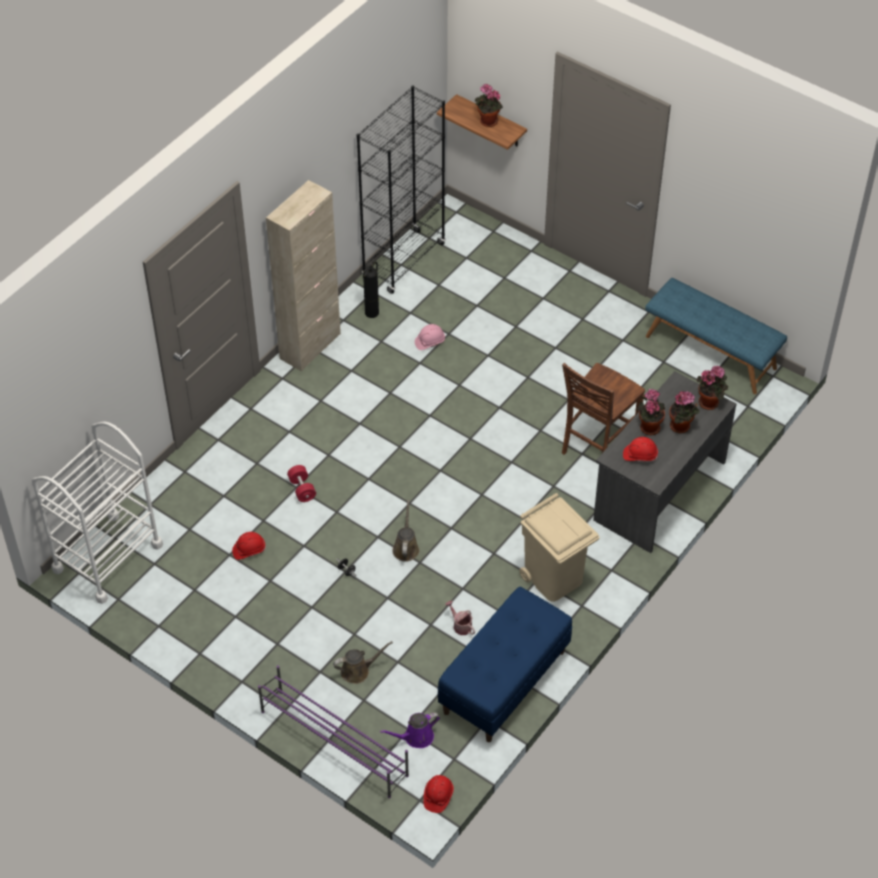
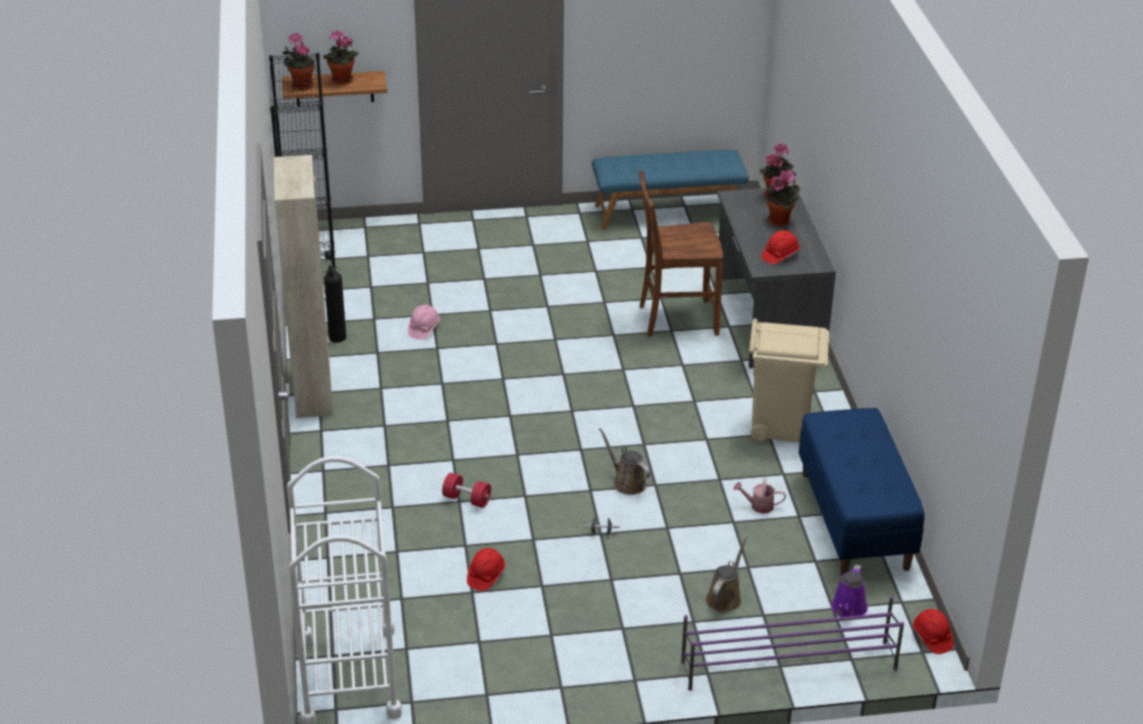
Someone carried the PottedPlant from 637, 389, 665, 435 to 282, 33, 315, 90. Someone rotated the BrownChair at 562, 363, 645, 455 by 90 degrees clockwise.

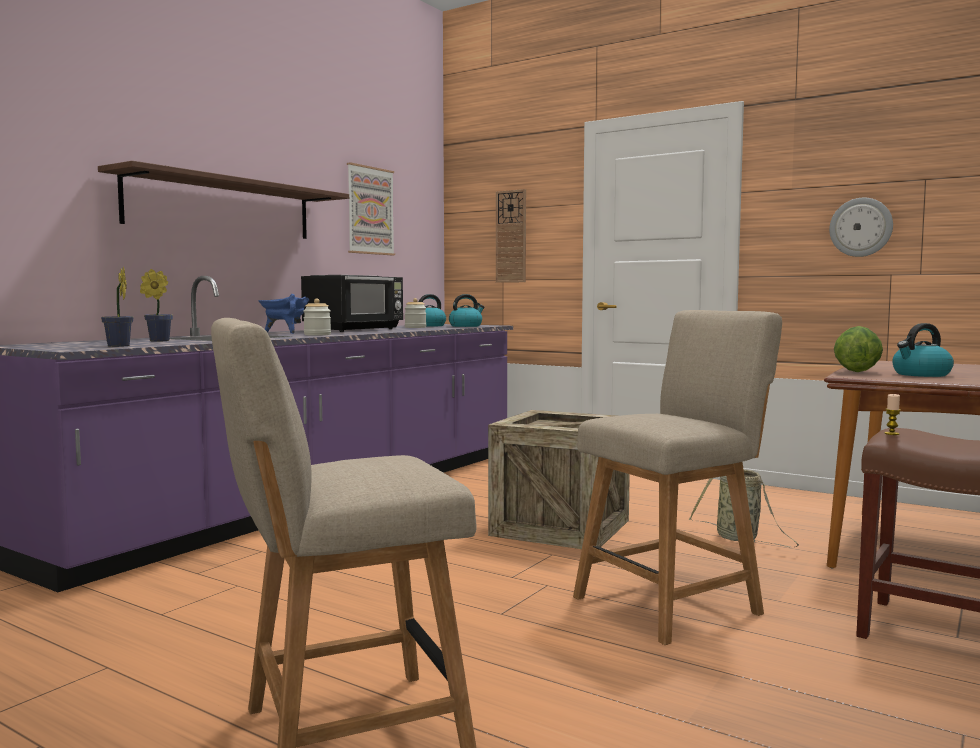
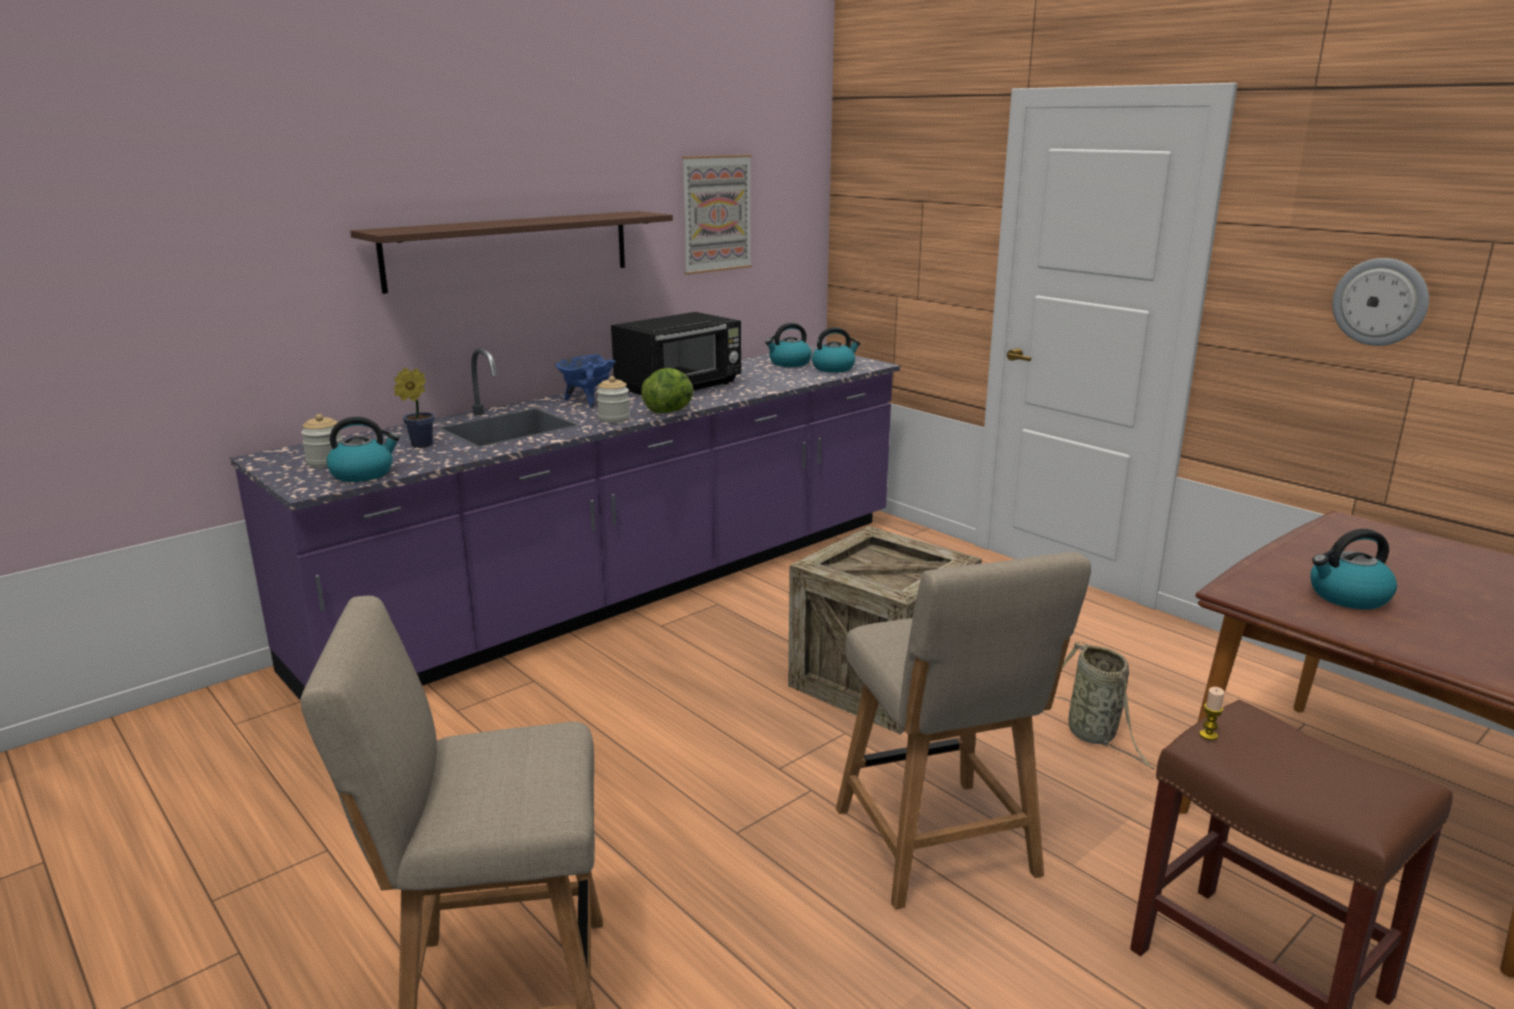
Someone took away the WallClock at 496, 189, 526, 283. Someone carried the Jar from 405, 298, 426, 328 to 301, 414, 343, 468. Someone carried the Lettuce from 834, 326, 883, 372 to 641, 368, 693, 413. Someone swapped the PottedPlant at 101, 266, 133, 347 for the Kettle at 326, 417, 400, 482. Someone rotated the BeigeChair at 573, 310, 782, 645 by 90 degrees clockwise.

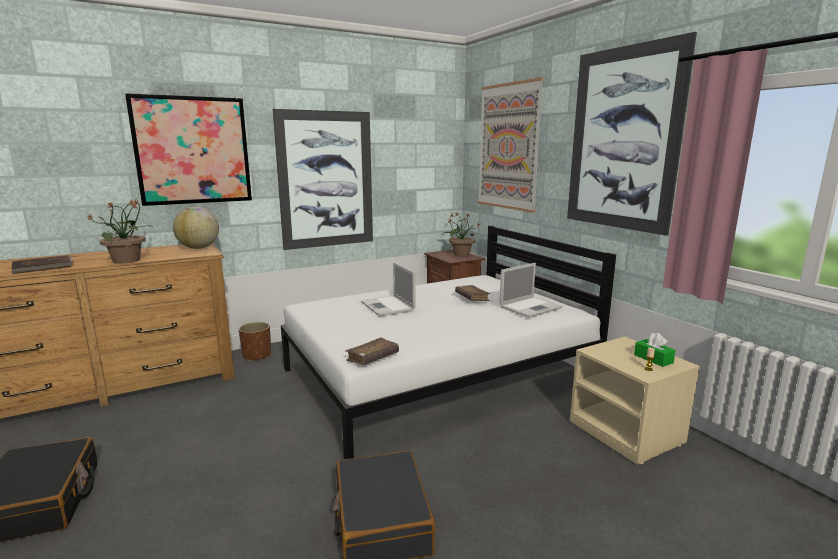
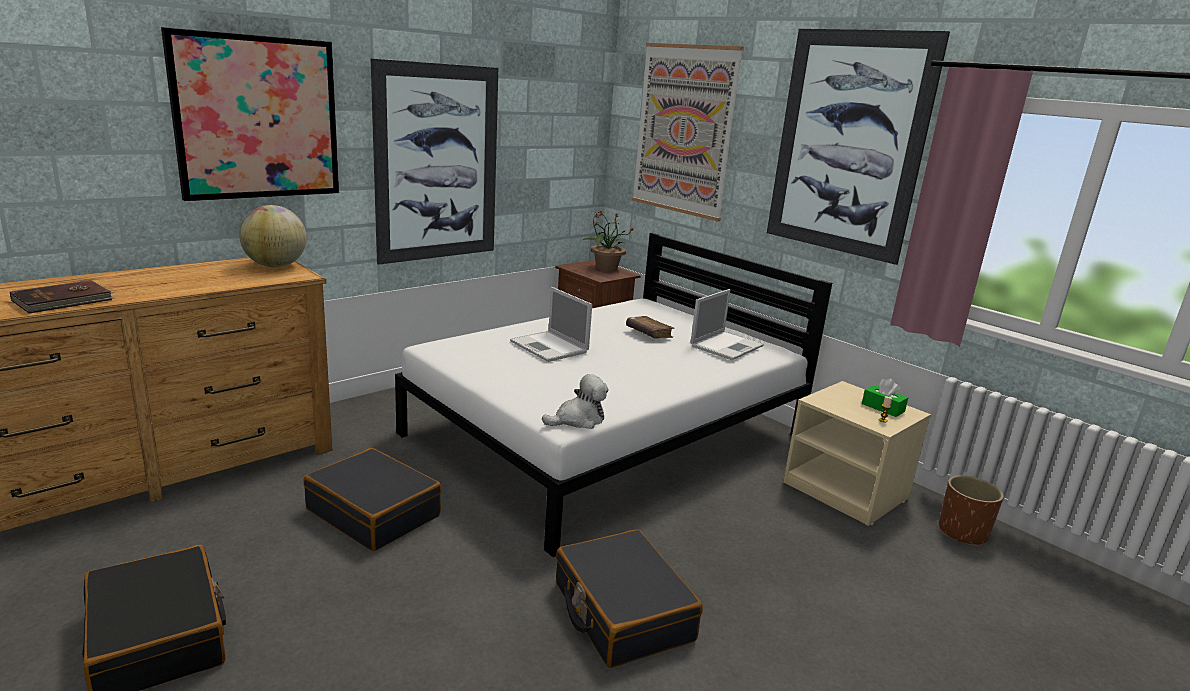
Someone took away the PottedPlant at 87, 200, 154, 264. Someone put down the BlackSuitcase at 303, 448, 442, 551. Someone carried the BrownPlanter from 239, 322, 271, 361 to 939, 475, 1004, 546. Someone swapped the BrownBook at 345, 338, 399, 365 for the PlushToy at 542, 374, 609, 429.

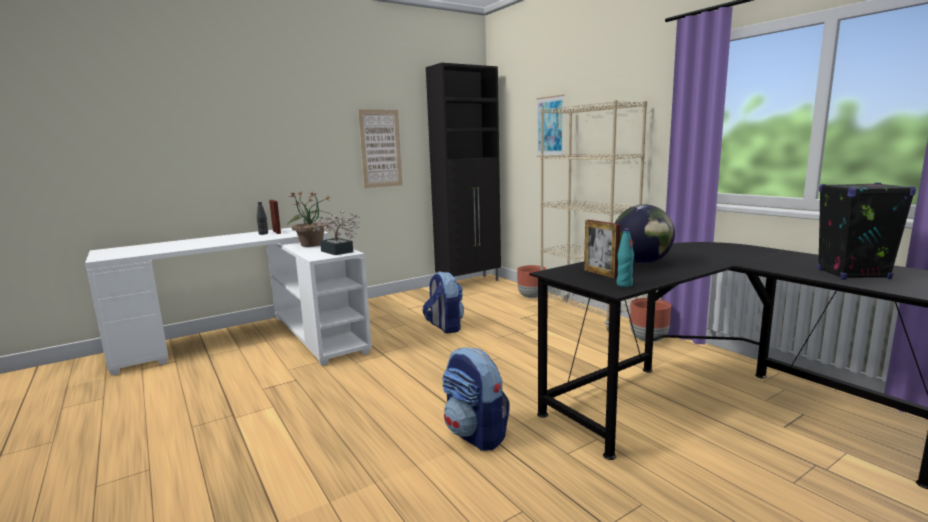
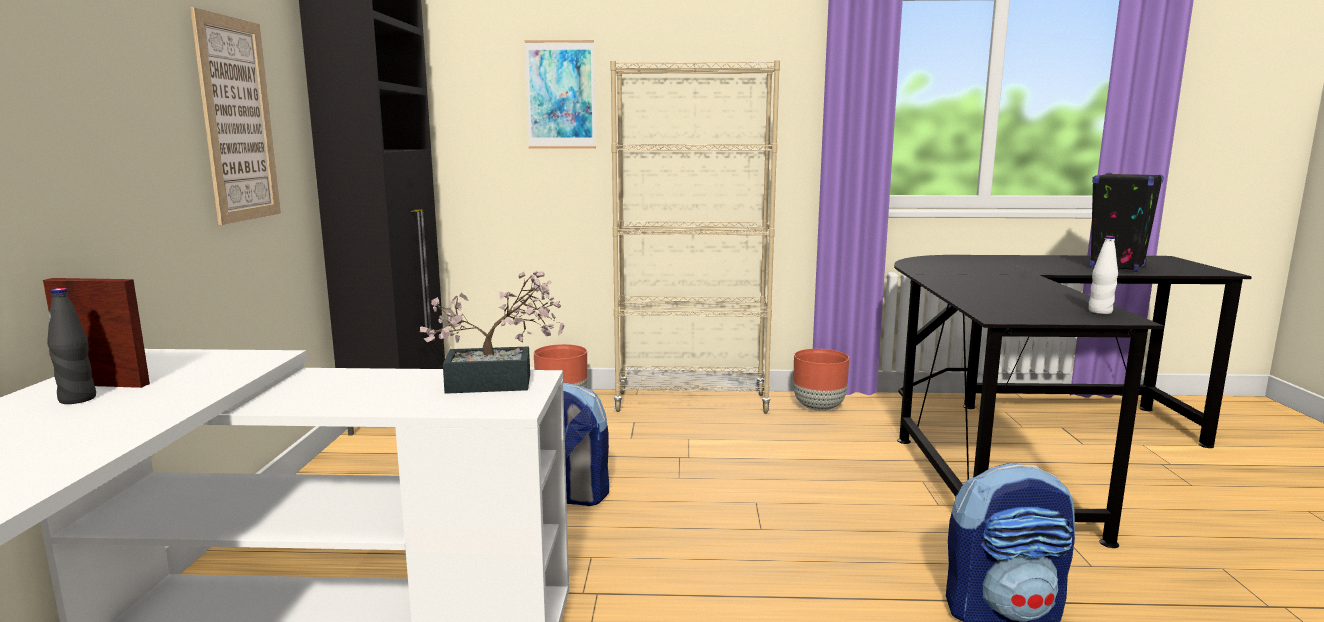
Someone took away the PottedPlant at 287, 192, 331, 247. Someone took away the PictureFrame at 584, 220, 621, 279. Someone took away the Globe at 615, 204, 675, 264. Someone repainted the TurquoiseBottle at 617, 229, 634, 287, which became the WhiteBottle at 1089, 236, 1118, 314.

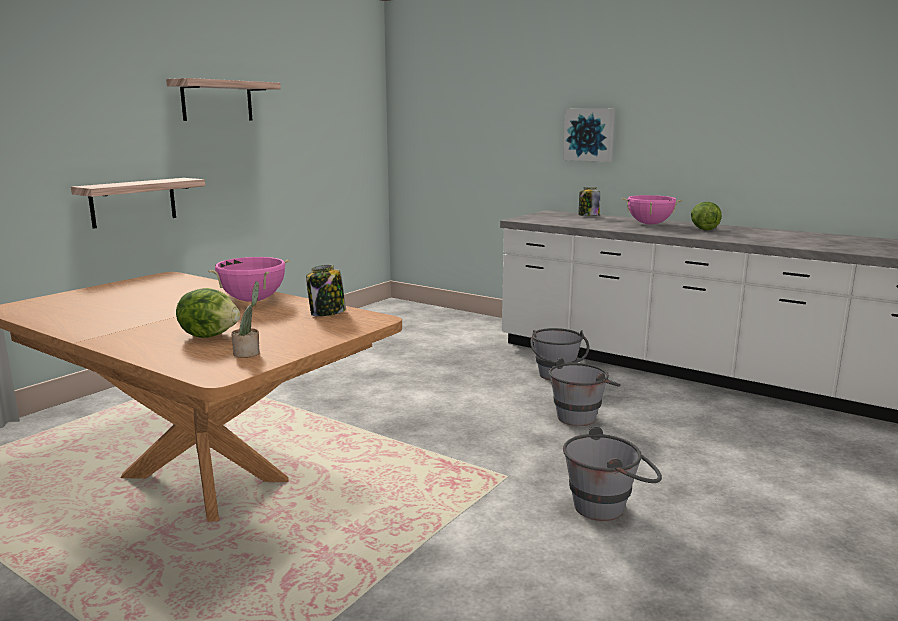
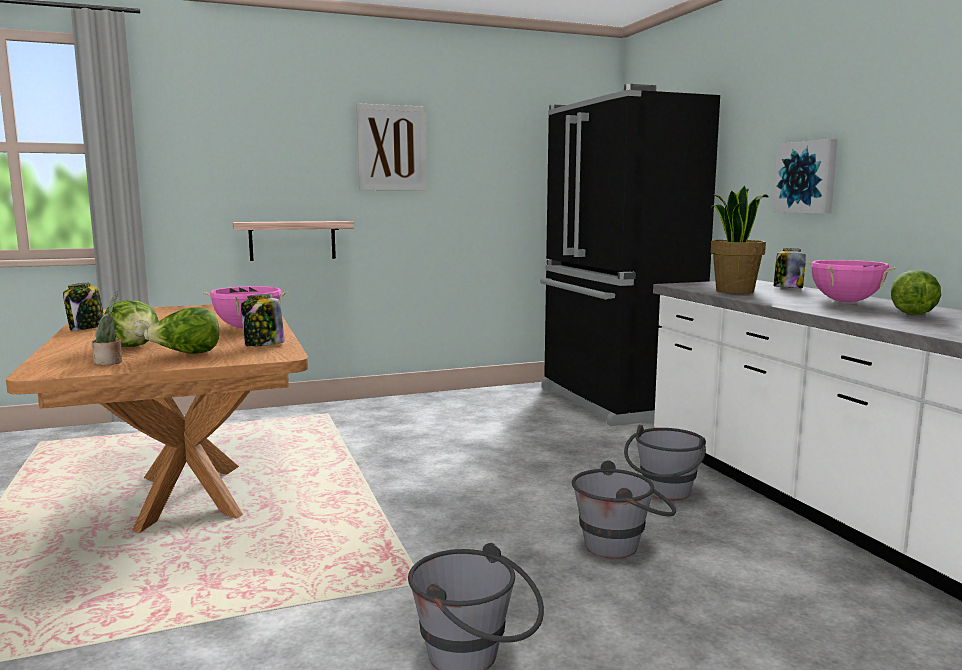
Someone put down the Jar at 63, 282, 104, 331. Someone put down the Lettuce at 144, 307, 220, 354. Someone put down the BlackFridge at 540, 84, 720, 426. Someone put down the PottedPlant at 710, 186, 769, 294. Someone swapped the Shelf at 166, 78, 281, 121 for the Picture at 356, 103, 426, 191.

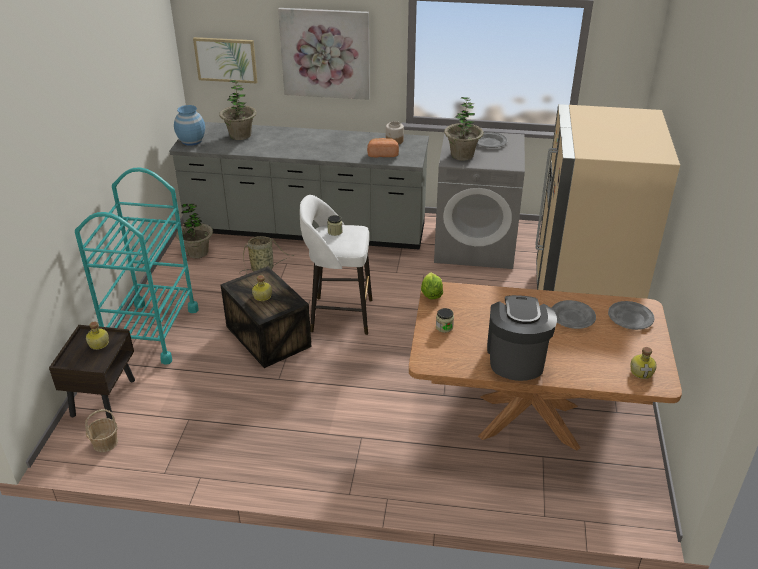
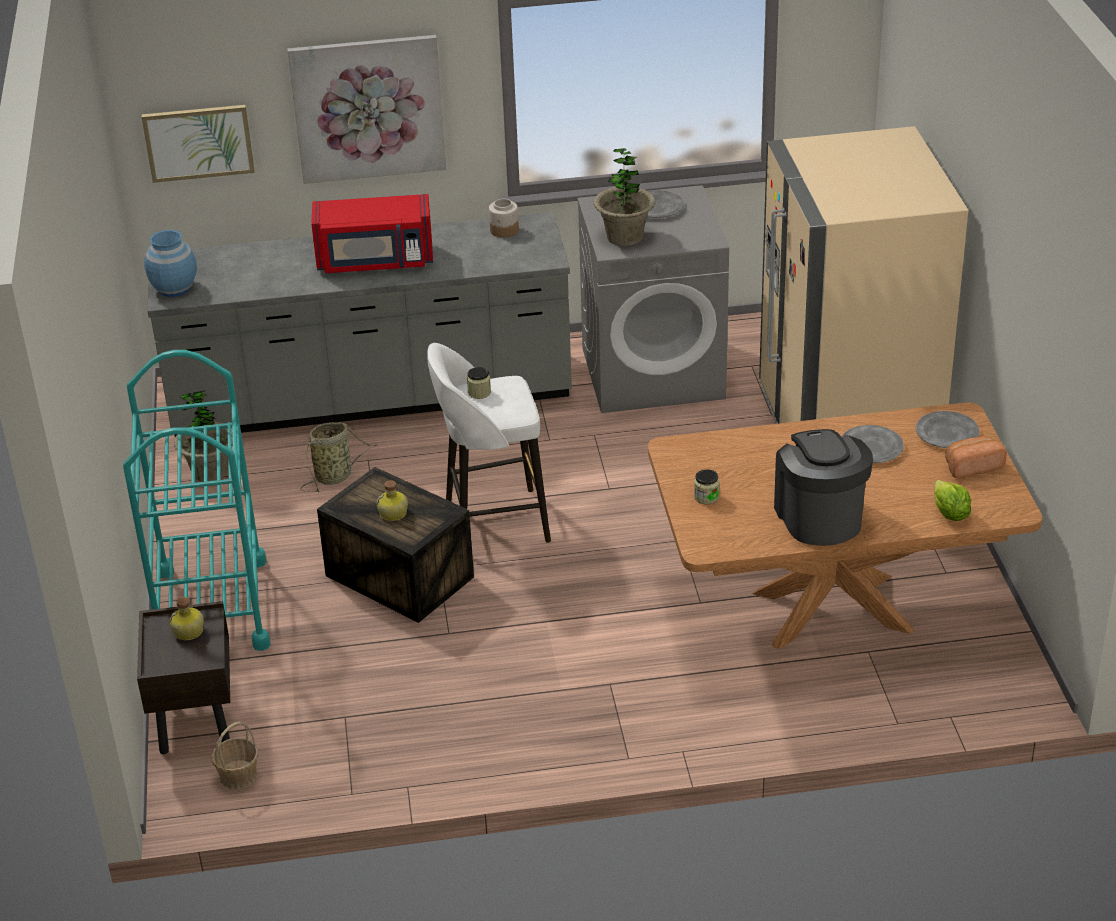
Someone took away the PottedPlant at 219, 80, 257, 140. Someone took away the Bottle at 631, 347, 657, 379. Someone put down the RedMicrowave at 311, 194, 433, 273. Someone carried the Bread from 367, 138, 399, 157 to 945, 436, 1007, 478. Someone carried the Lettuce from 421, 272, 443, 299 to 934, 480, 971, 521.

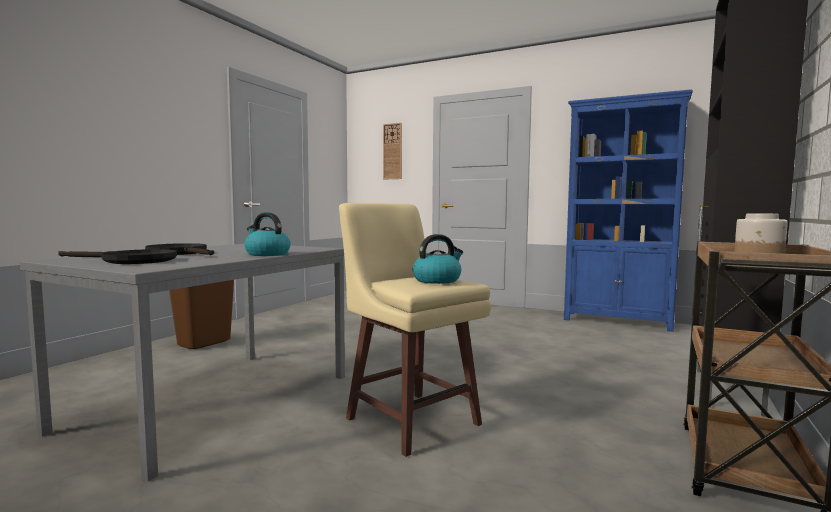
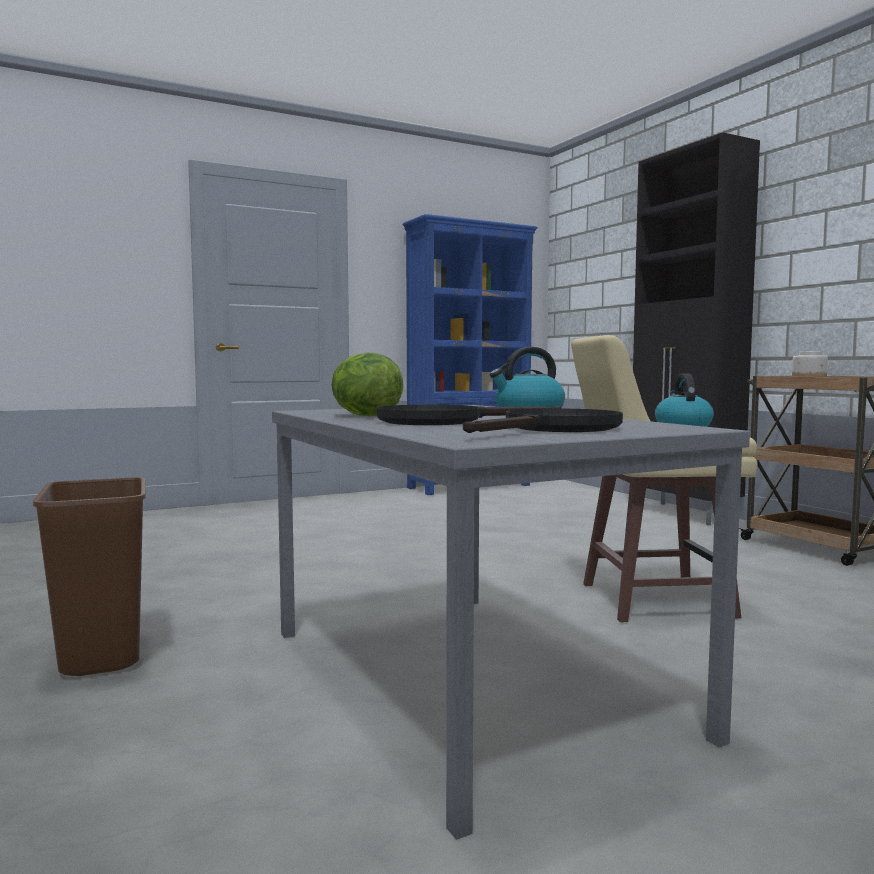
Someone took away the WallClock at 383, 123, 402, 180. Someone put down the Lettuce at 331, 352, 403, 416.

